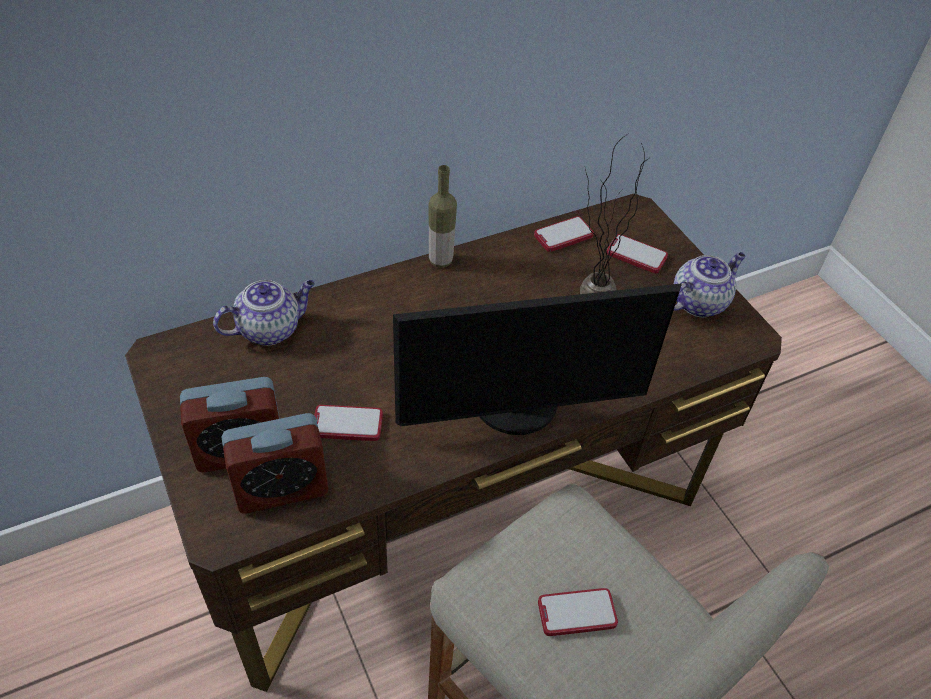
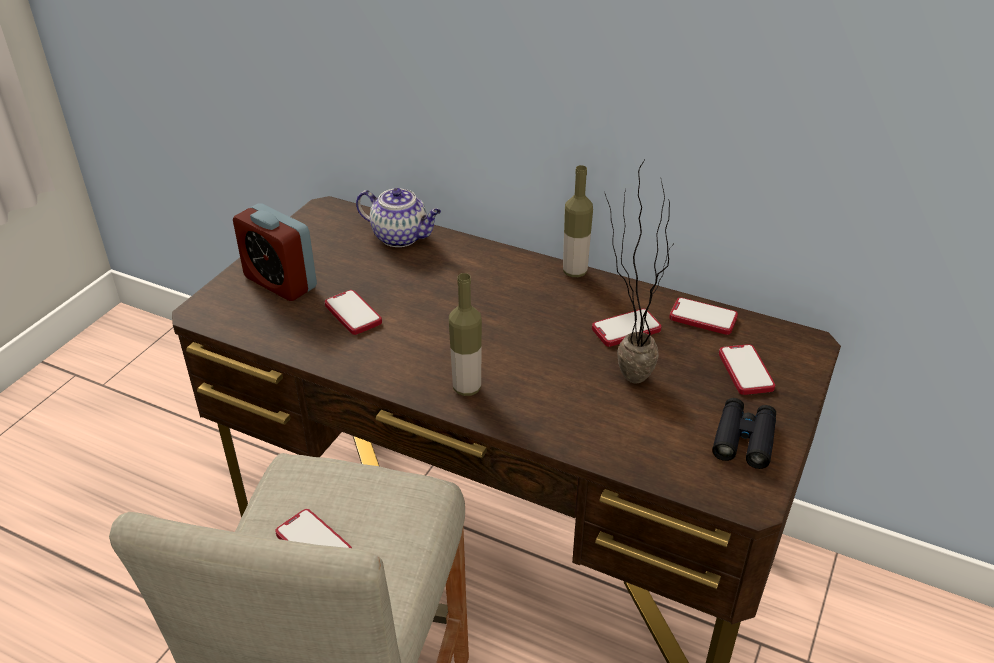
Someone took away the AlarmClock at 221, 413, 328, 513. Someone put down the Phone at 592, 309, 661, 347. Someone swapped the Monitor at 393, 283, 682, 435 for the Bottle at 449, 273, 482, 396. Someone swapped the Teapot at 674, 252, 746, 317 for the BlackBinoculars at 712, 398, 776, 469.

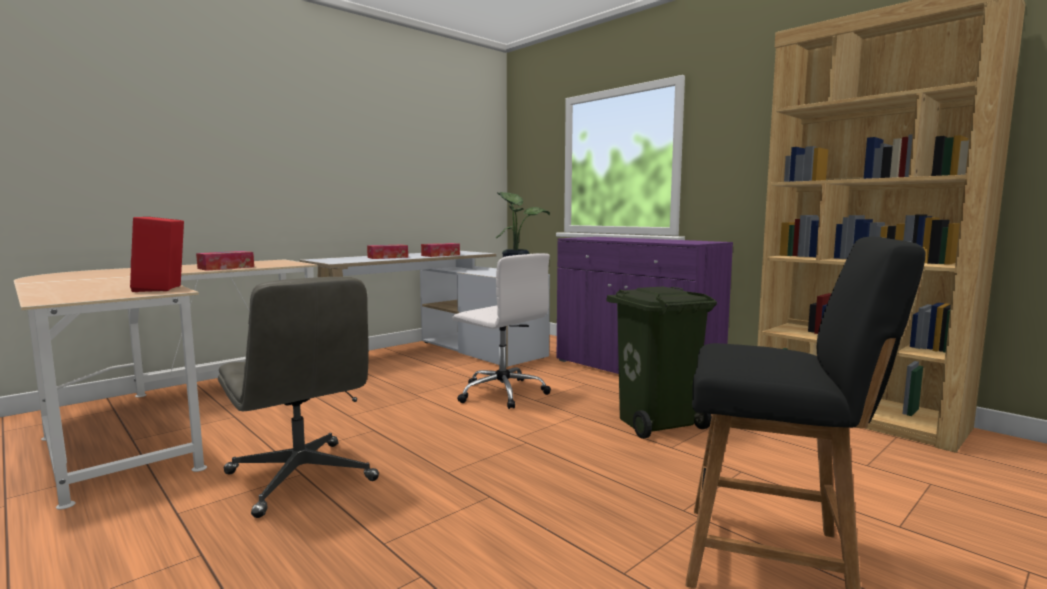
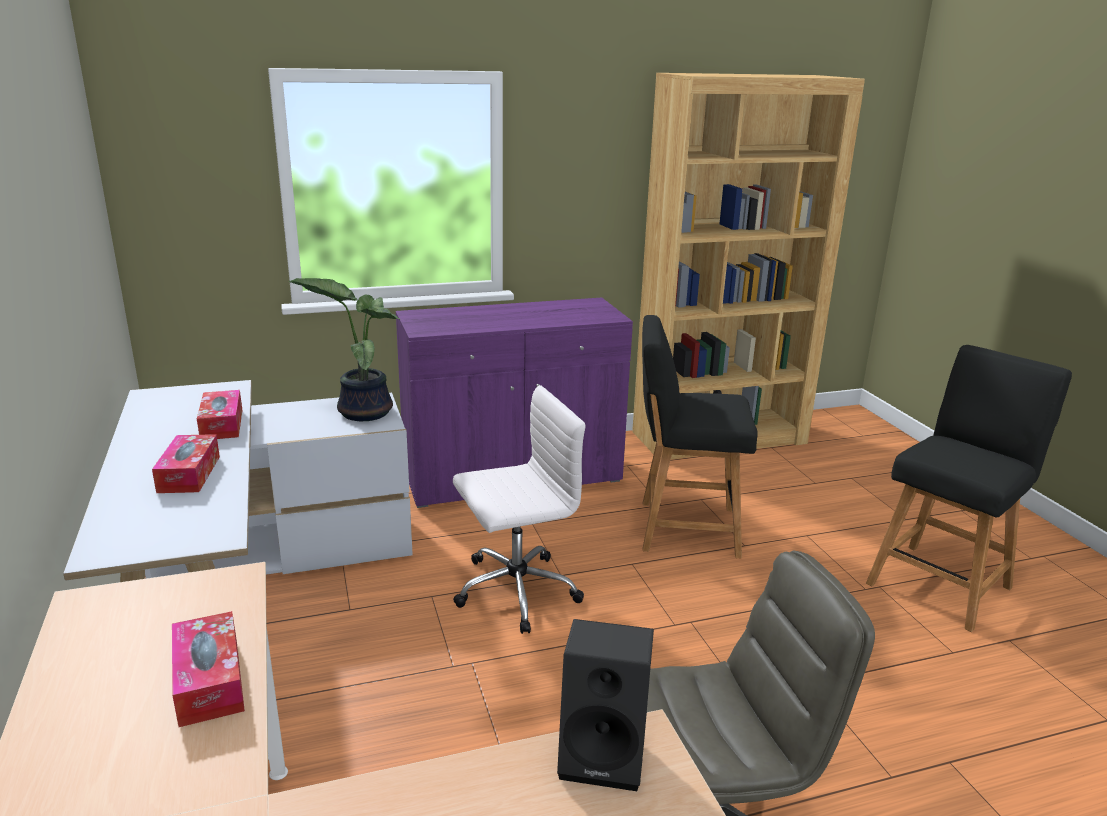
Someone swapped the GreenTrashCan at 607, 287, 717, 439 for the BlackChair at 642, 315, 758, 558. Someone repainted the RedSpeaker at 130, 217, 184, 292, which became the BlackSpeaker at 557, 619, 654, 791.

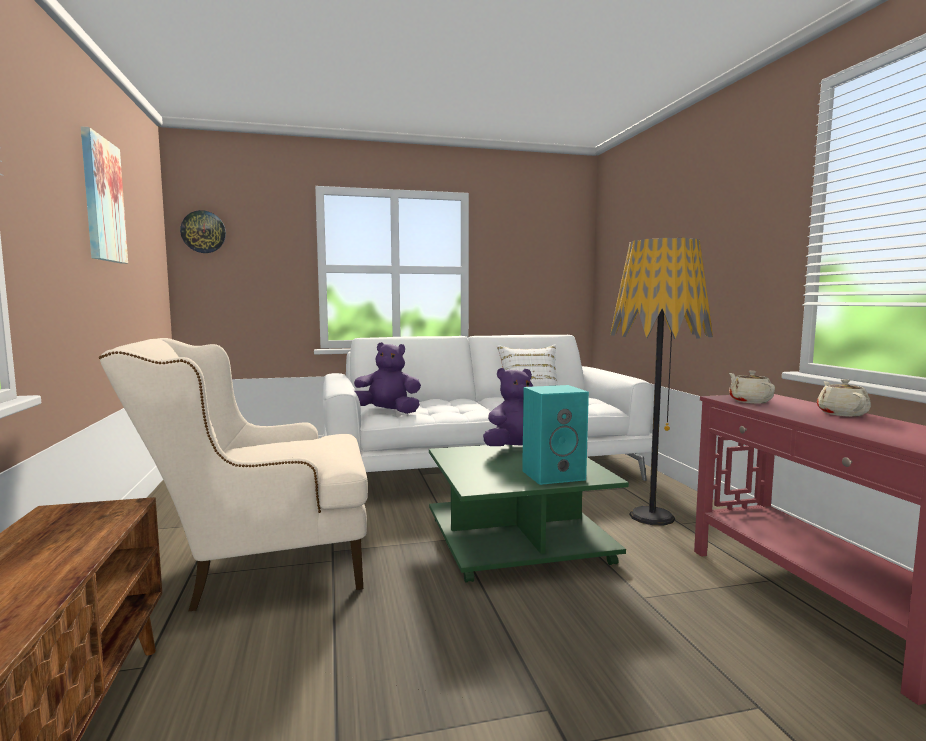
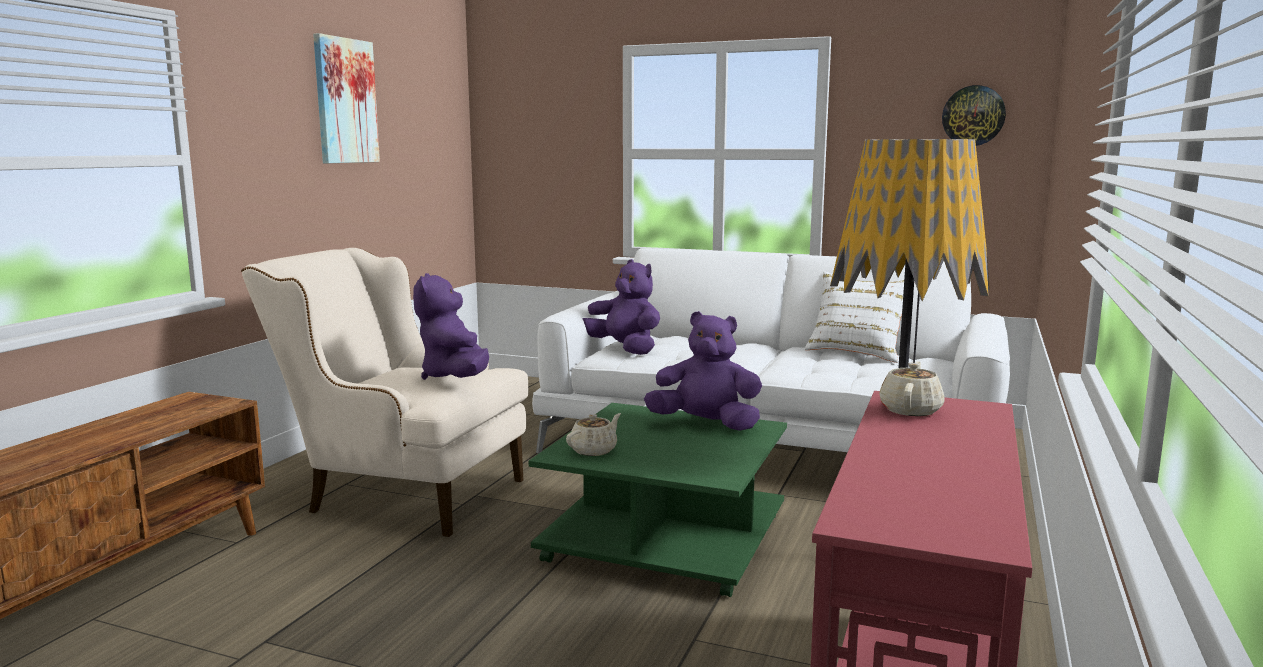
Someone took away the TurquoiseSpeaker at 522, 385, 589, 485. Someone put down the PurplePlushToy at 413, 273, 489, 380. Someone carried the WallClock from 180, 210, 226, 253 to 942, 85, 1006, 146. Someone carried the BeigeTeapot from 817, 379, 871, 417 to 566, 413, 621, 456.

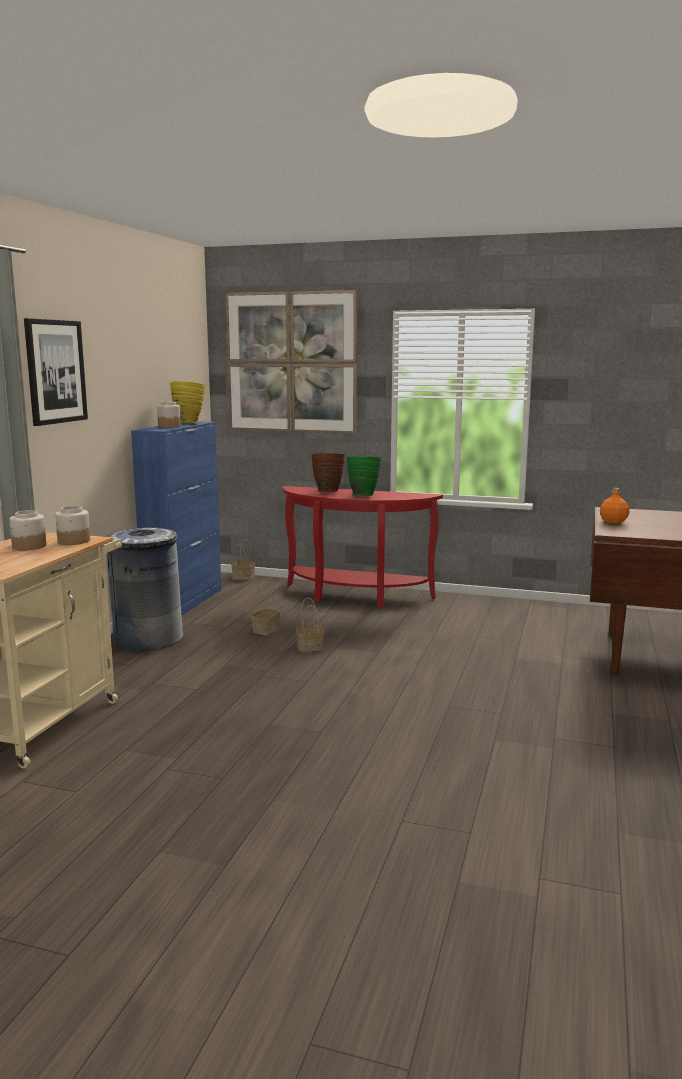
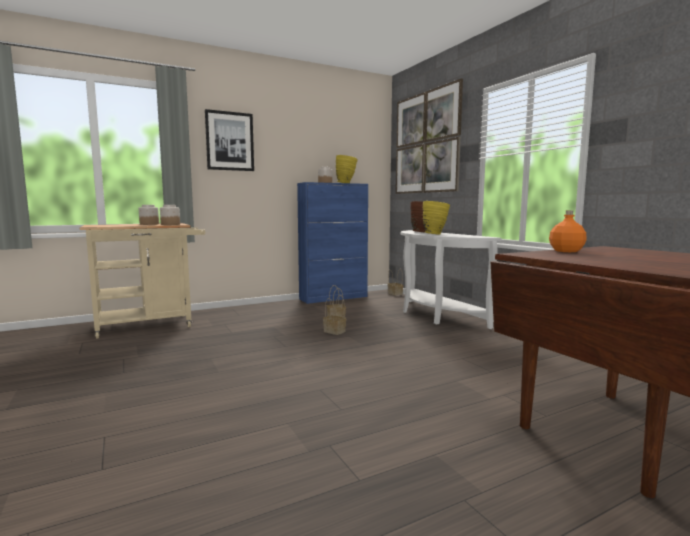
Someone took away the GreyTrashCan at 107, 528, 183, 651. Someone repainted the RedConsoleTable at 283, 486, 443, 608, which became the WhiteConsoleTable at 401, 230, 501, 329. Someone repainted the GreenVase at 347, 456, 381, 496, which became the YellowVase at 423, 201, 450, 235.

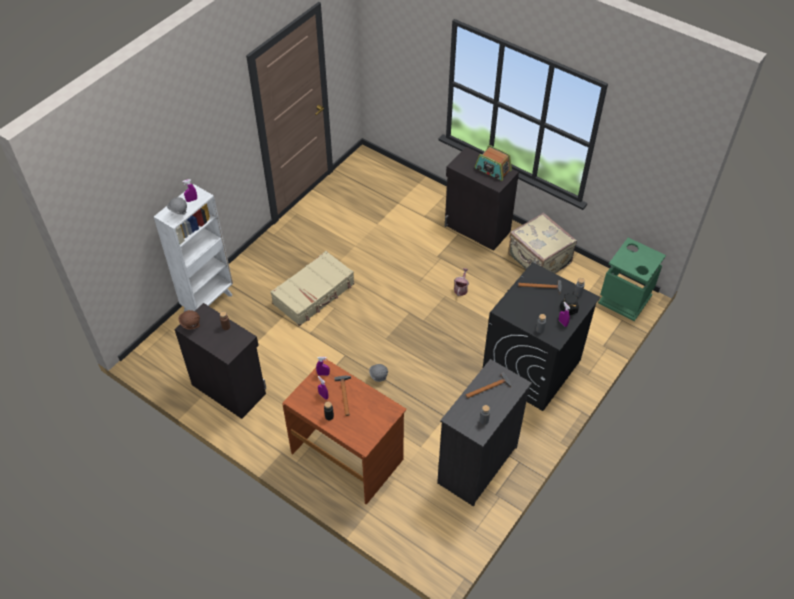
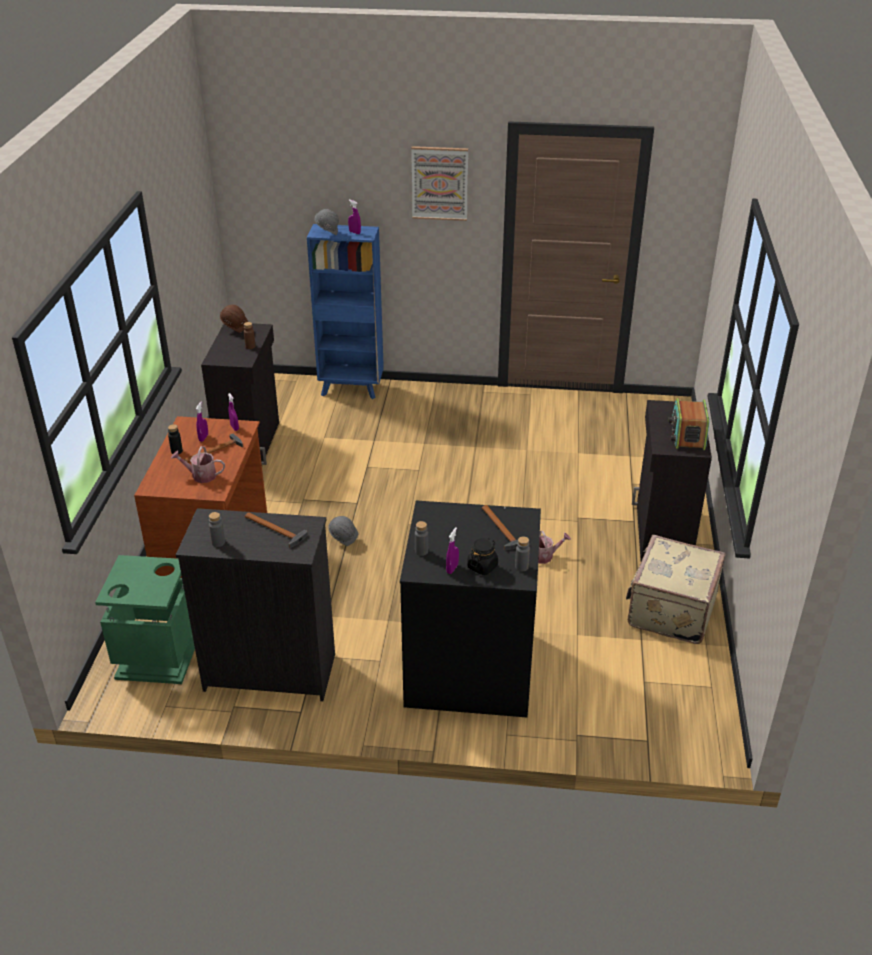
Someone took away the BeigeSuitcase at 271, 251, 354, 326. Someone put down the WateringCan at 171, 446, 225, 483. Someone put up the Picture at 411, 146, 468, 221. Someone carried the GreenTrashCan from 598, 238, 666, 321 to 95, 555, 195, 684. Someone repainted the WhiteBookcase at 154, 184, 233, 312, which became the BlueBookcase at 307, 224, 384, 399.

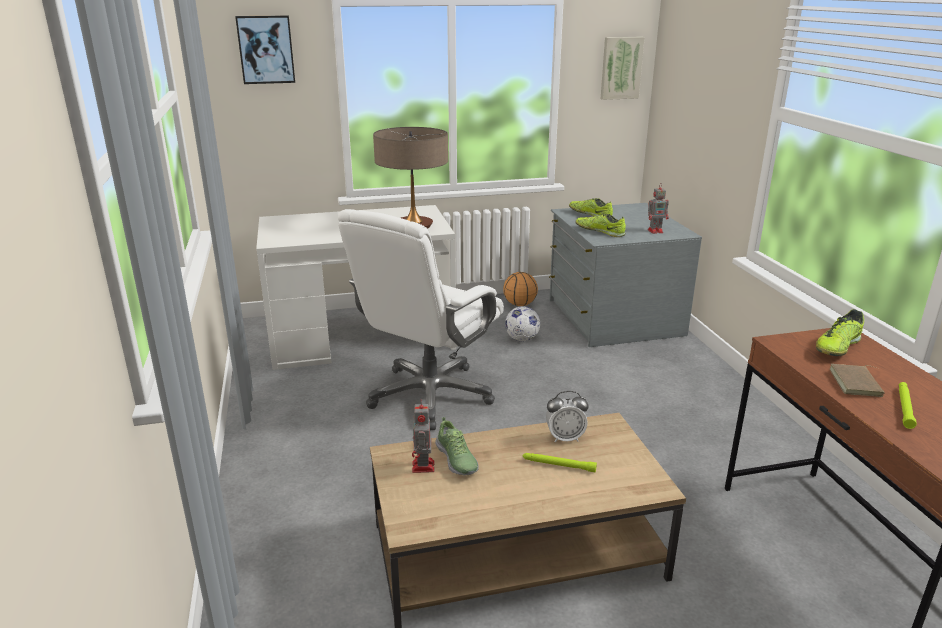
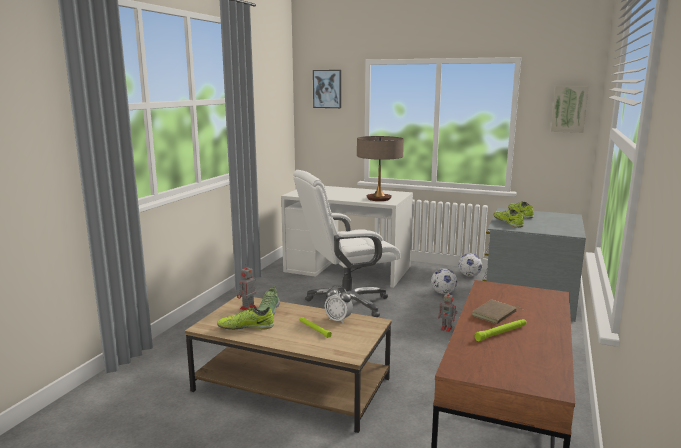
Someone carried the ToyRobot from 648, 183, 669, 234 to 438, 292, 458, 332. Someone carried the Shoe from 816, 309, 864, 356 to 217, 307, 274, 330. Someone swapped the Basketball at 503, 272, 538, 306 for the Football at 458, 253, 482, 277.

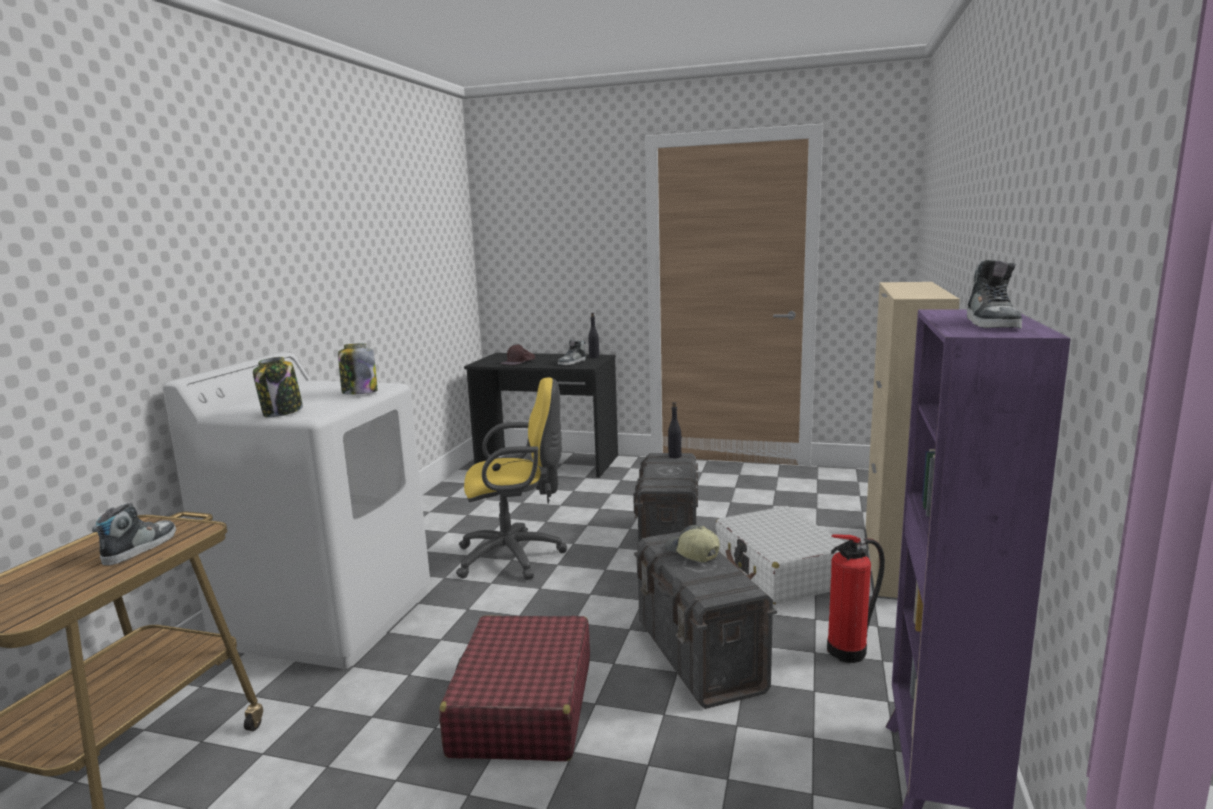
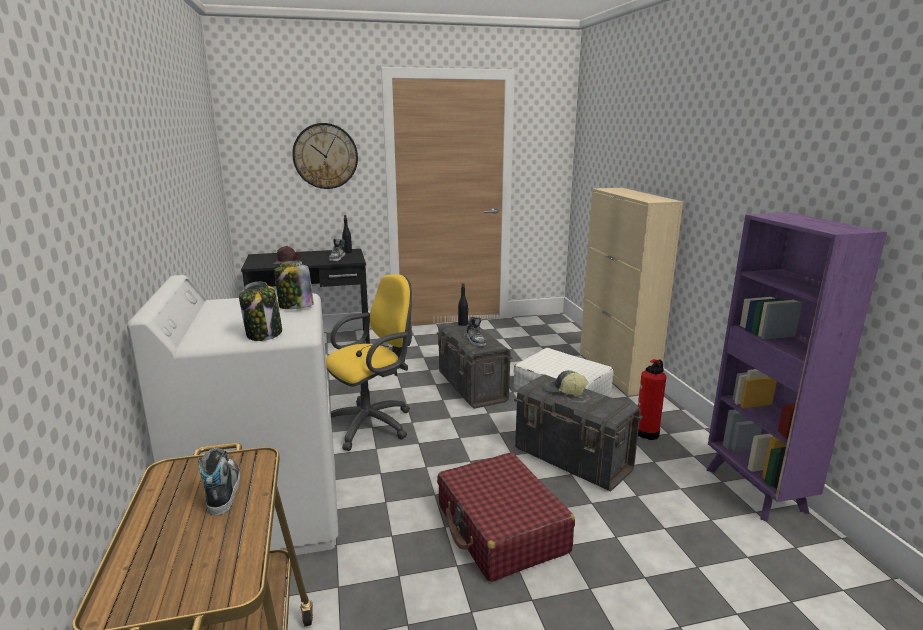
Someone put up the WallClock at 292, 123, 358, 189. Someone carried the Shoe from 967, 260, 1022, 328 to 466, 317, 486, 346.

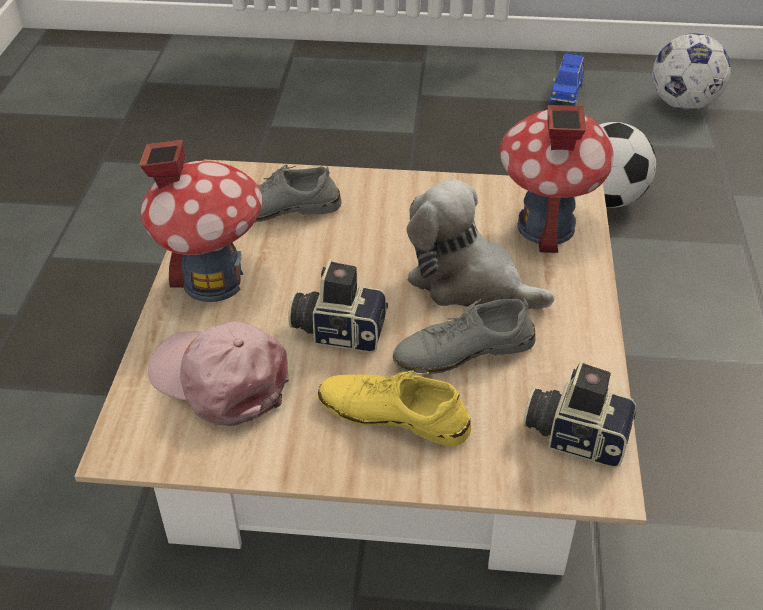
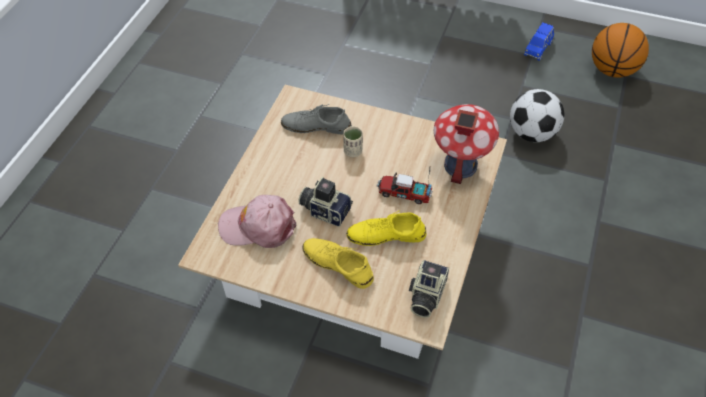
Someone took away the ToyHouse at 139, 140, 262, 302. Someone put down the BeigeCup at 343, 126, 363, 157. Someone swapped the PlushToy at 407, 179, 554, 310 for the ToyTruck at 377, 169, 432, 204. Someone swapped the Football at 652, 33, 731, 110 for the Basketball at 592, 23, 649, 78. Someone repainted the GreyShoe at 393, 298, 535, 374, which became the YellowShoe at 347, 210, 426, 246. Someone rotated the PinkCap at 148, 321, 289, 426 by 45 degrees counterclockwise. Someone rotated the PhotoCamera at 523, 360, 636, 468 by 105 degrees counterclockwise.

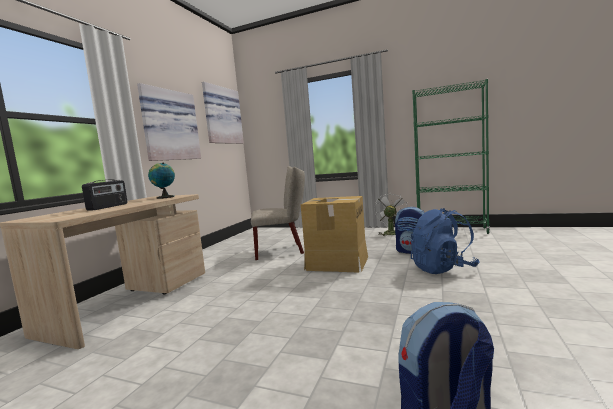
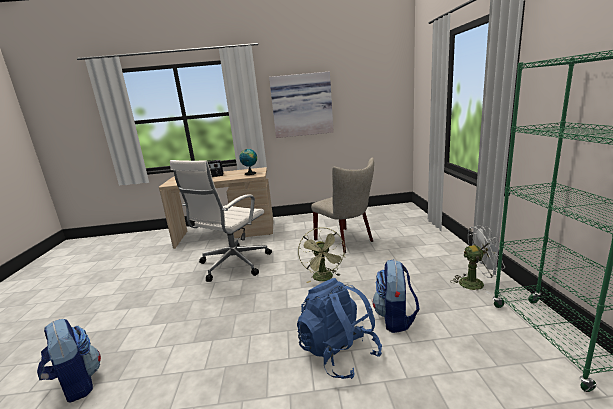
Someone took away the Picture at 202, 82, 244, 144. Someone put down the WhiteOfficeChair at 170, 160, 272, 282. Someone swapped the CardboardBox at 301, 196, 368, 272 for the GreenFan at 298, 227, 346, 283.

